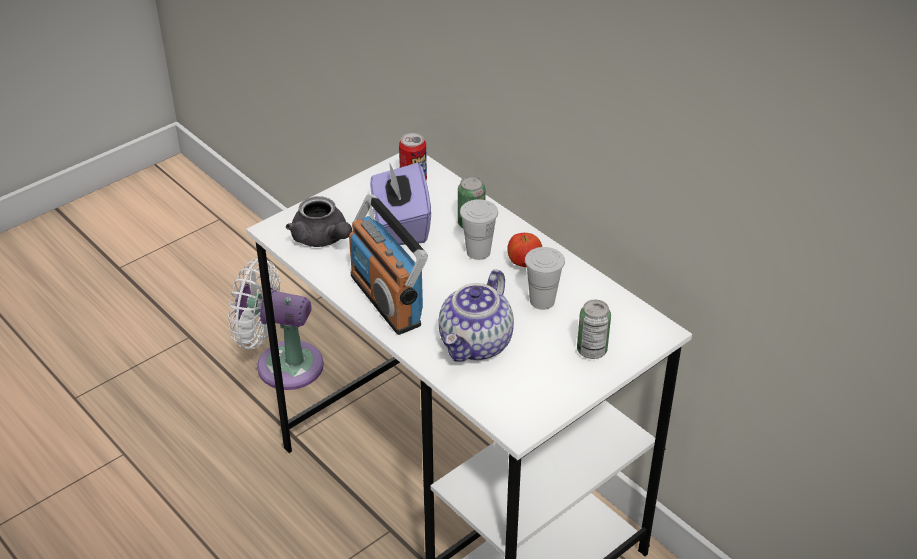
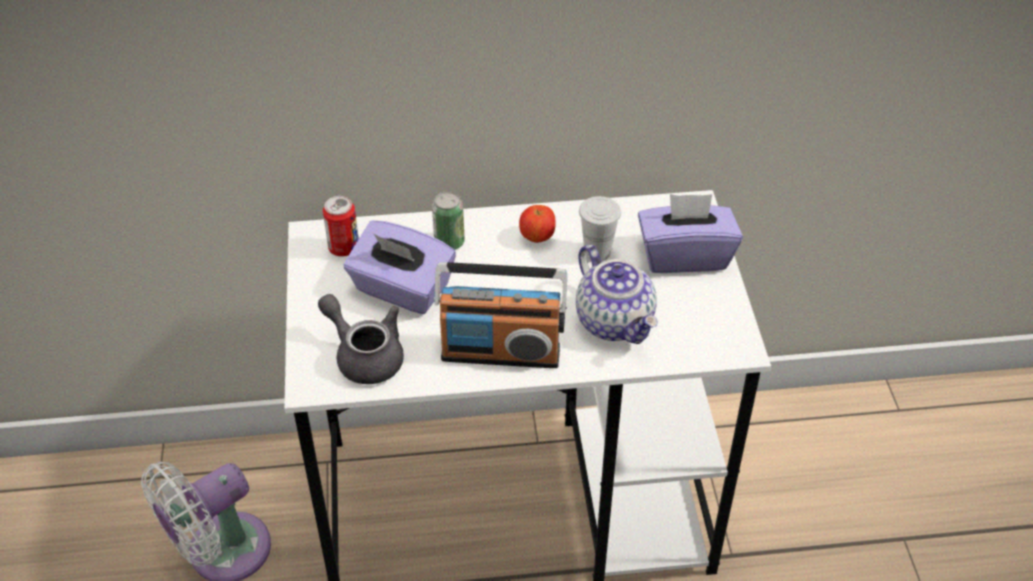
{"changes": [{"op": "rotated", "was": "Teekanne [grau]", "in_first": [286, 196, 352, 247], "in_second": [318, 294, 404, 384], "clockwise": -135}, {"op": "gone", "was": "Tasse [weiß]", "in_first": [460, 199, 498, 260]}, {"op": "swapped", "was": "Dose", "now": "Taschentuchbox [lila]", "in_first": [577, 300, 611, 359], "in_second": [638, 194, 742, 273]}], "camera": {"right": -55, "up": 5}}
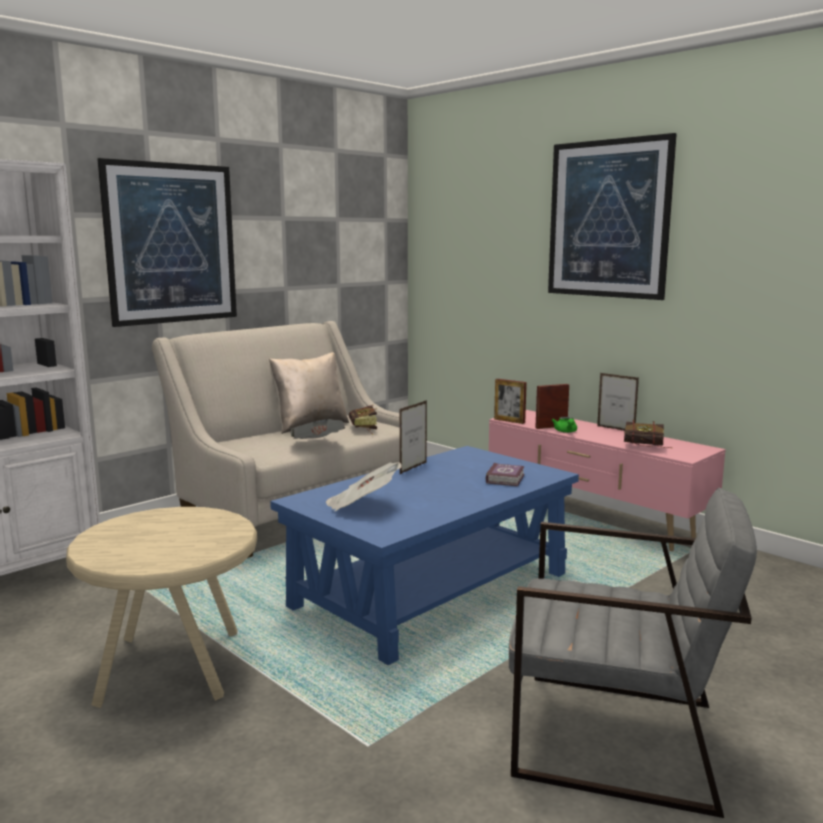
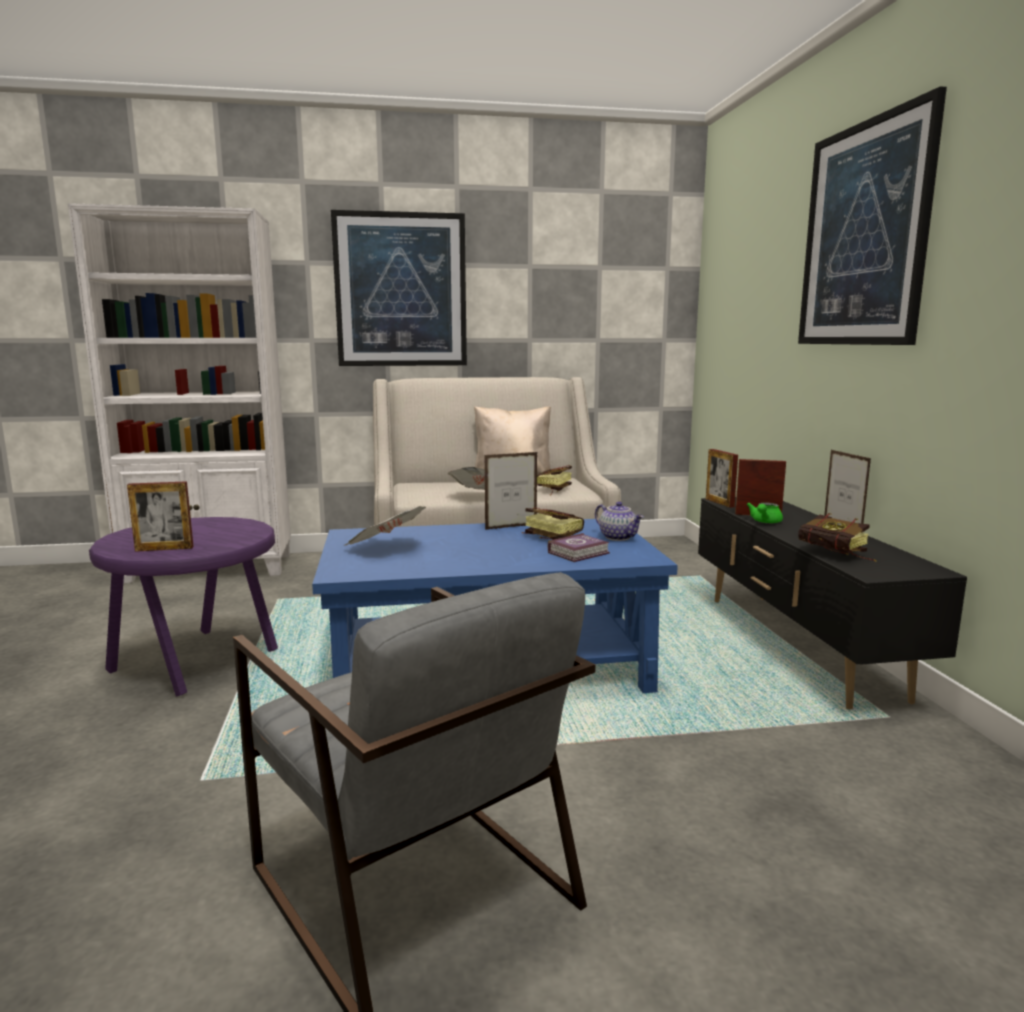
{"changes": [{"op": "repainted", "was": "Beistelltisch [beige]", "now": "Beistelltisch [lila]", "in_first": [66, 507, 257, 708], "in_second": [89, 517, 278, 697]}, {"op": "repainted", "was": "Fernsehschrank [rosa]", "now": "Fernsehschrank [schwarz]", "in_first": [489, 410, 726, 551], "in_second": [698, 497, 967, 710]}, {"op": "new", "now": "Bilderrahmen", "in_second": [127, 481, 194, 552]}, {"op": "new", "now": "Buch", "in_second": [522, 507, 584, 539]}, {"op": "new", "now": "Teekanne", "in_second": [595, 502, 644, 541]}], "camera": {"right": 35, "up": 0}}
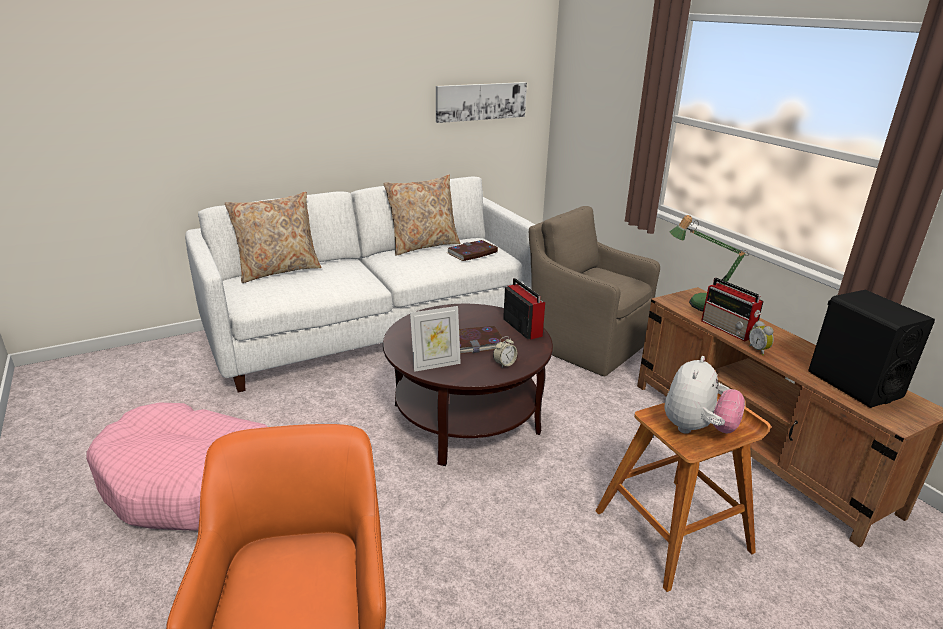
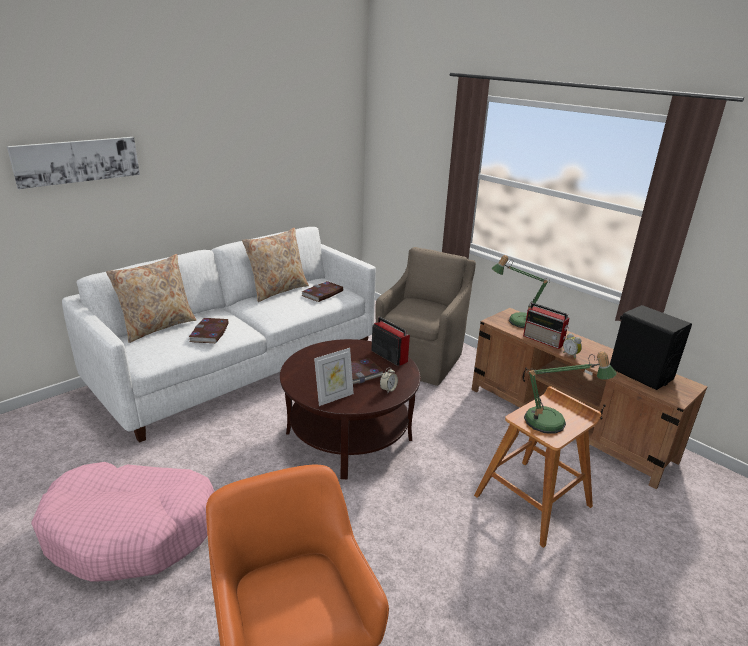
{"changes": [{"op": "shifted", "was": "Bild", "in_first": [436, 82, 527, 123], "in_second": [7, 137, 140, 189]}, {"op": "rotated", "was": "Sessel [braun]", "in_first": [529, 206, 660, 376], "in_second": [375, 247, 476, 386], "clockwise": 90}, {"op": "swapped", "was": "Plüschtier", "now": "Tischlampe", "in_first": [664, 356, 745, 434], "in_second": [524, 351, 617, 434]}, {"op": "new", "now": "Buch", "in_second": [188, 318, 229, 343]}], "camera": {"right": -15, "up": 0}}
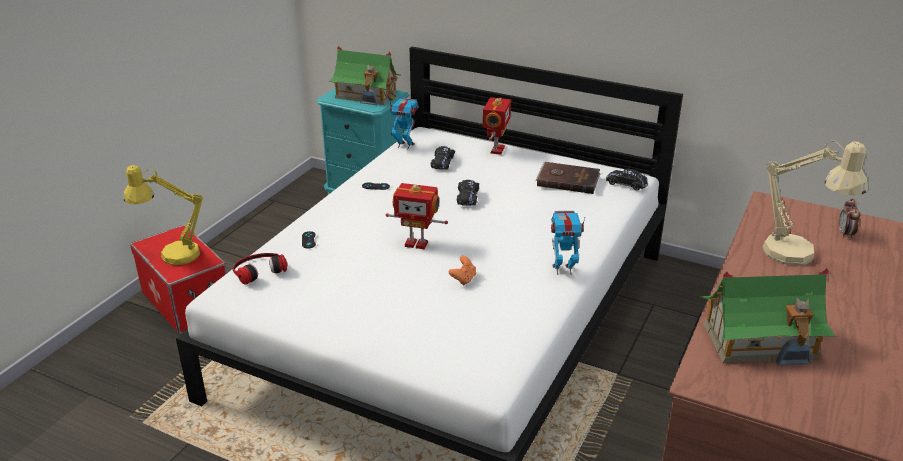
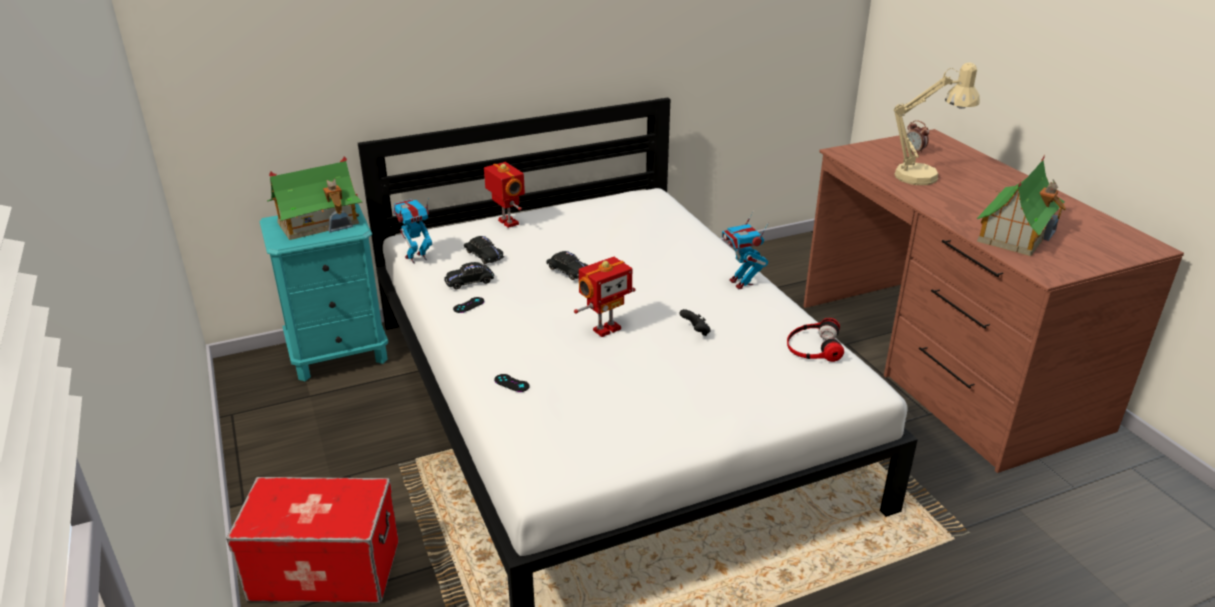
{"changes": [{"op": "gone", "was": "Tischlampe [gelb]", "in_first": [124, 165, 203, 265]}, {"op": "shifted", "was": "Kopfhörer", "in_first": [233, 253, 288, 285], "in_second": [787, 318, 844, 362]}, {"op": "repainted", "was": "Gamepad [orange]", "now": "Gamepad [schwarz]", "in_first": [448, 256, 476, 285], "in_second": [679, 309, 711, 336]}, {"op": "gone", "was": "Buch [braun]", "in_first": [536, 162, 601, 194]}, {"op": "rotated", "was": "Spielzeugroboter", "in_first": [551, 211, 585, 275], "in_second": [722, 211, 768, 289], "clockwise": -60}, {"op": "shifted", "was": "Spielzeugauto [schwarz]", "in_first": [606, 169, 648, 191], "in_second": [444, 262, 494, 289]}], "camera": {"right": -50, "up": 0}}
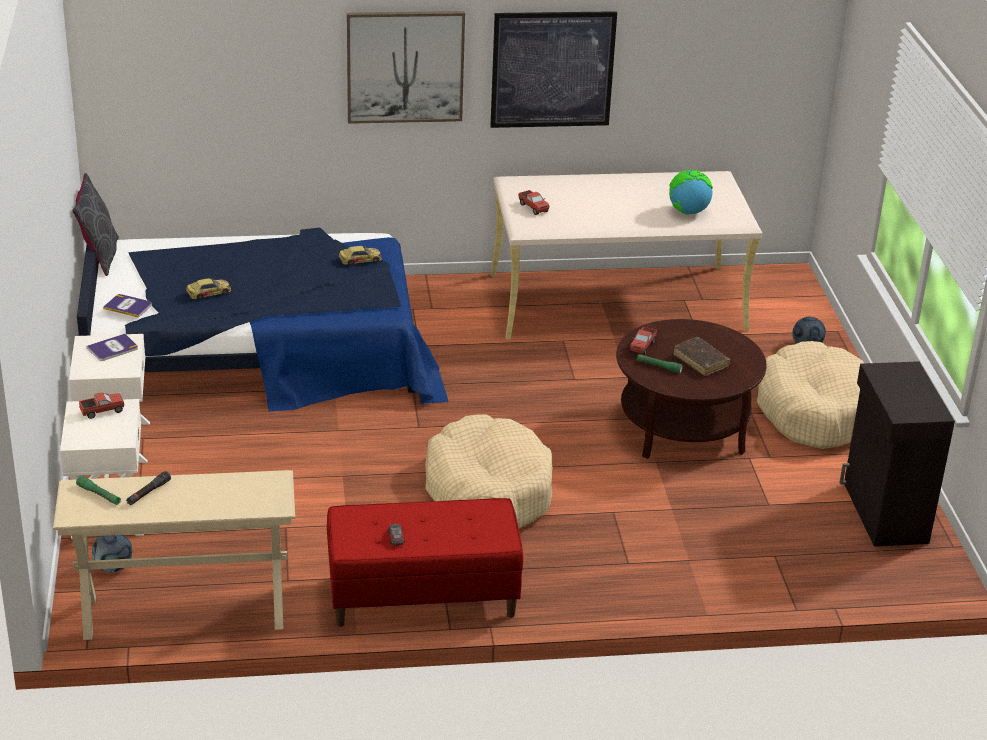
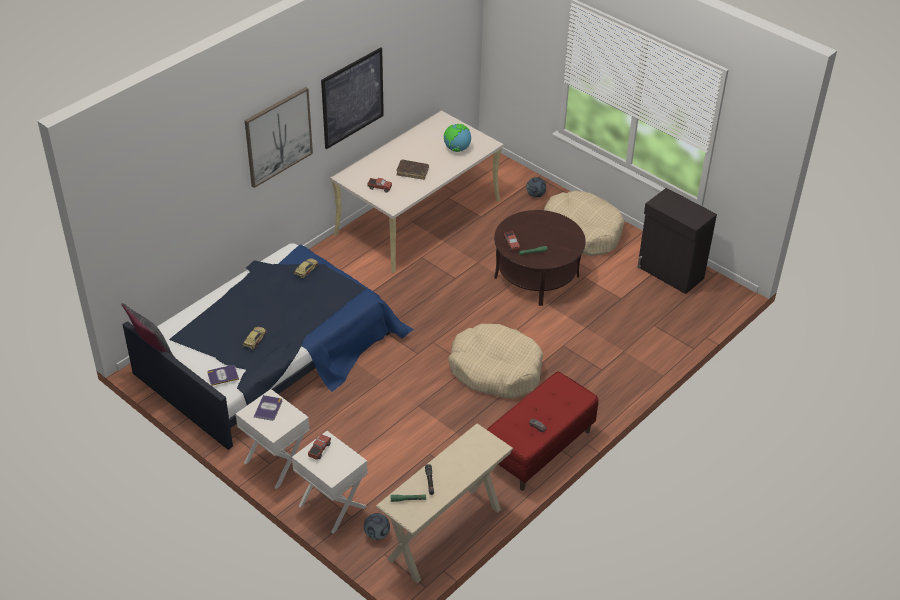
{"changes": [{"op": "shifted", "was": "Buch [braun]", "in_first": [673, 337, 730, 376], "in_second": [396, 160, 429, 180]}], "camera": {"right": -40, "up": 10}}
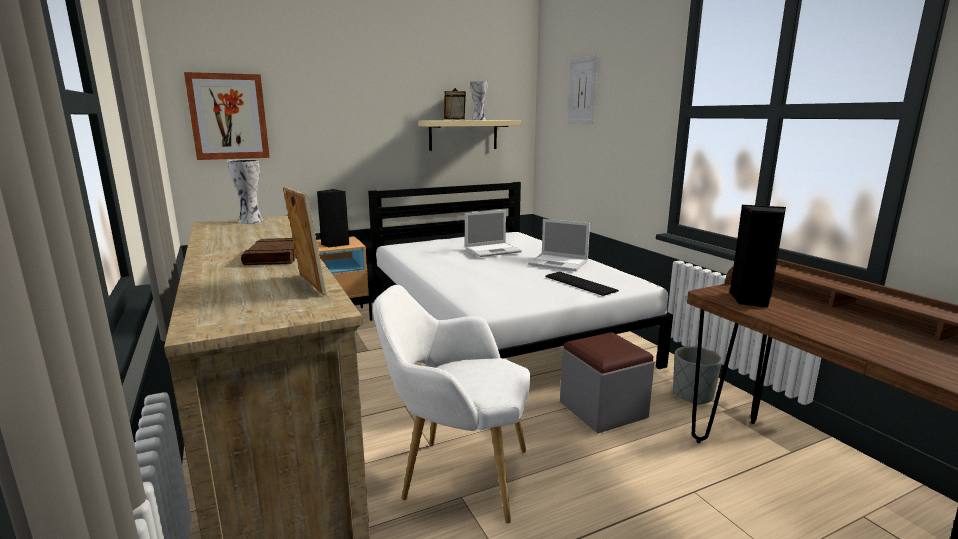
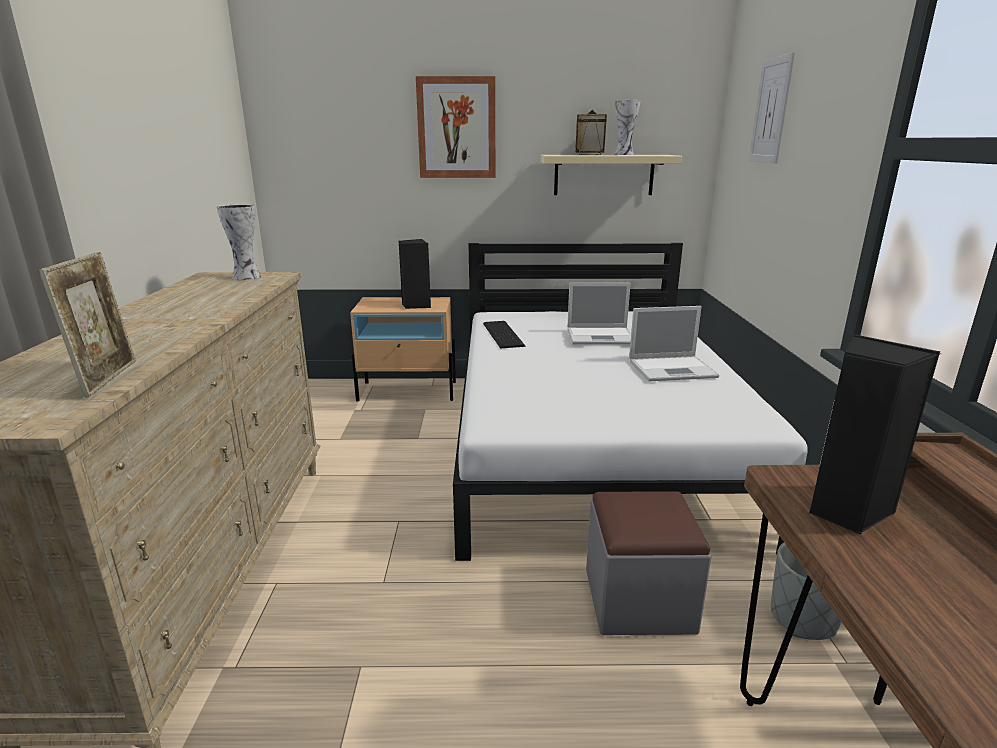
{"changes": [{"op": "shifted", "was": "Bild", "in_first": [184, 72, 270, 160], "in_second": [416, 76, 495, 178]}, {"op": "gone", "was": "Buch [braun]", "in_first": [241, 238, 296, 265]}, {"op": "gone", "was": "Sessel [weiß]", "in_first": [373, 285, 530, 523]}, {"op": "rotated", "was": "Laptop", "in_first": [528, 219, 590, 271], "in_second": [629, 306, 719, 381], "clockwise": -60}, {"op": "shifted", "was": "Tastatur", "in_first": [545, 272, 619, 296], "in_second": [483, 321, 525, 349]}], "camera": {"right": 25, "up": 5}}
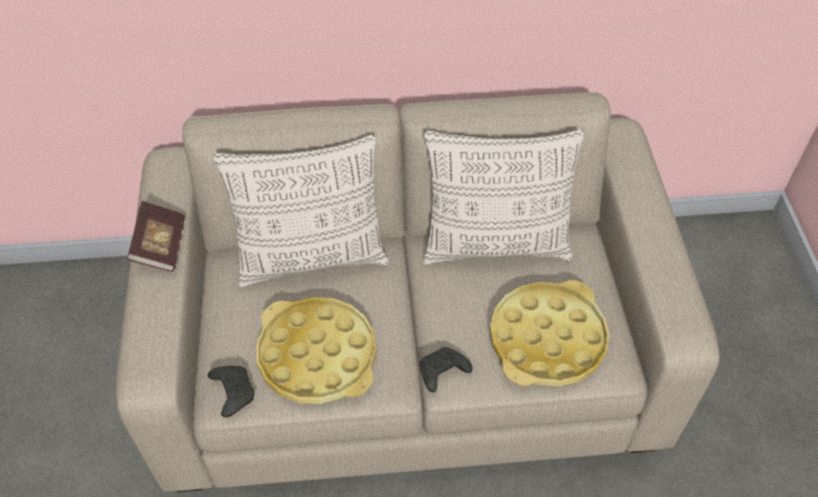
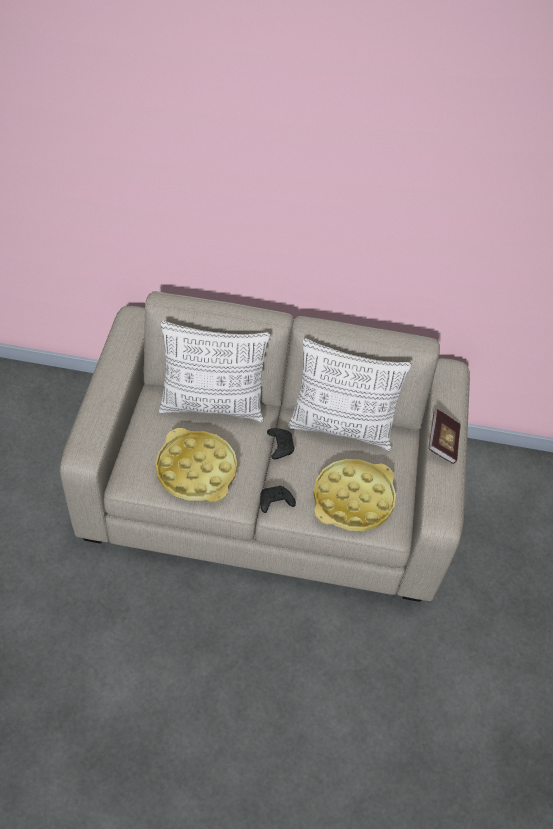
{"changes": [{"op": "shifted", "was": "Buch", "in_first": [127, 201, 185, 272], "in_second": [428, 409, 461, 464]}, {"op": "shifted", "was": "Gamepad [schwarz]", "in_first": [208, 366, 254, 417], "in_second": [267, 428, 294, 459]}], "camera": {"right": 10, "up": 0}}
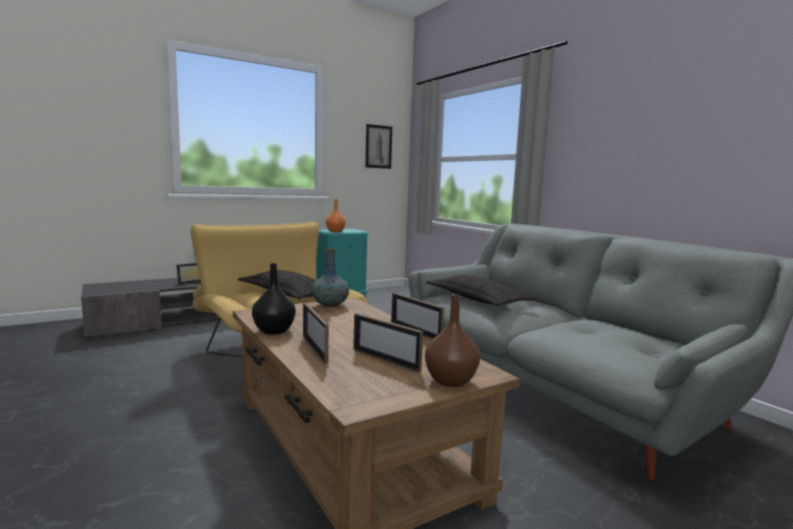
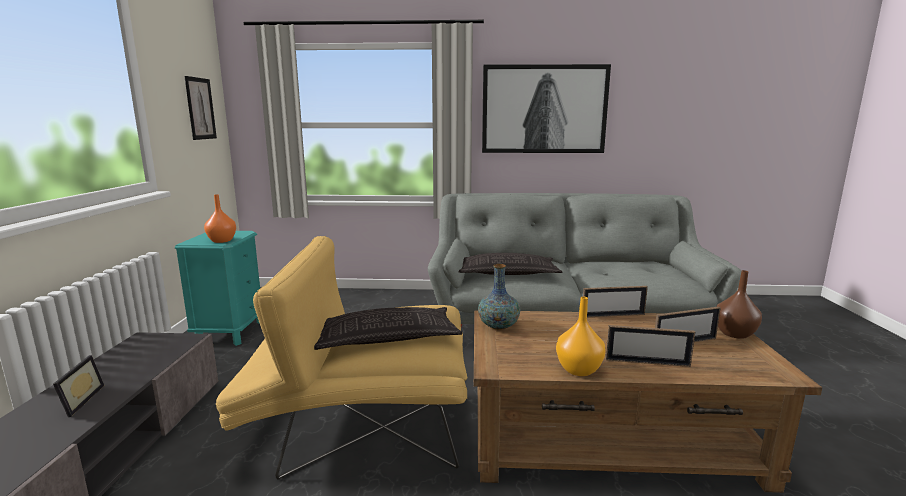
{"changes": [{"op": "repainted", "was": "Vase [schwarz]", "now": "Vase [orange]", "in_first": [252, 263, 296, 335], "in_second": [556, 297, 606, 376]}, {"op": "new", "now": "Bild", "in_second": [482, 64, 611, 153]}], "camera": {"right": -55, "up": 5}}
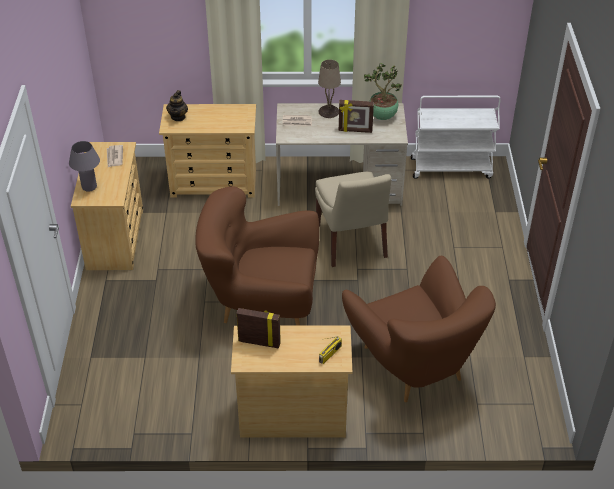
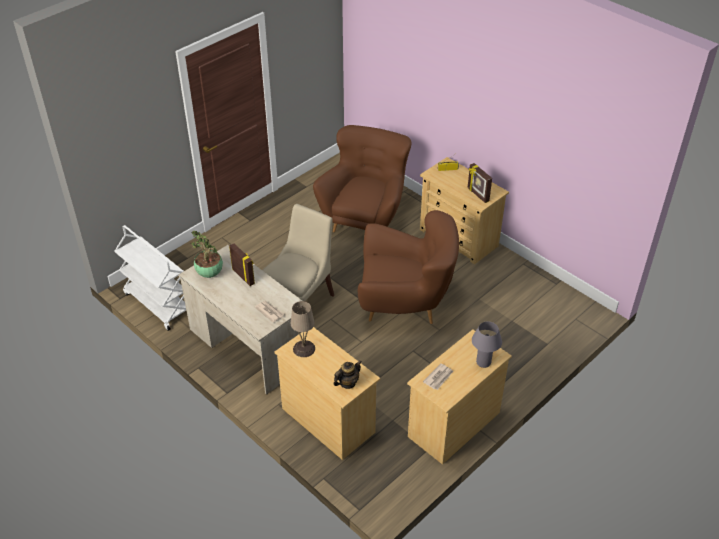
{"changes": [{"op": "rotated", "was": "Sessel [braun]", "in_first": [195, 186, 319, 326], "in_second": [358, 210, 459, 324], "clockwise": -45}, {"op": "shifted", "was": "Tischlampe [beige]", "in_first": [318, 60, 341, 118], "in_second": [291, 301, 315, 357]}], "camera": {"right": -135, "up": 0}}
